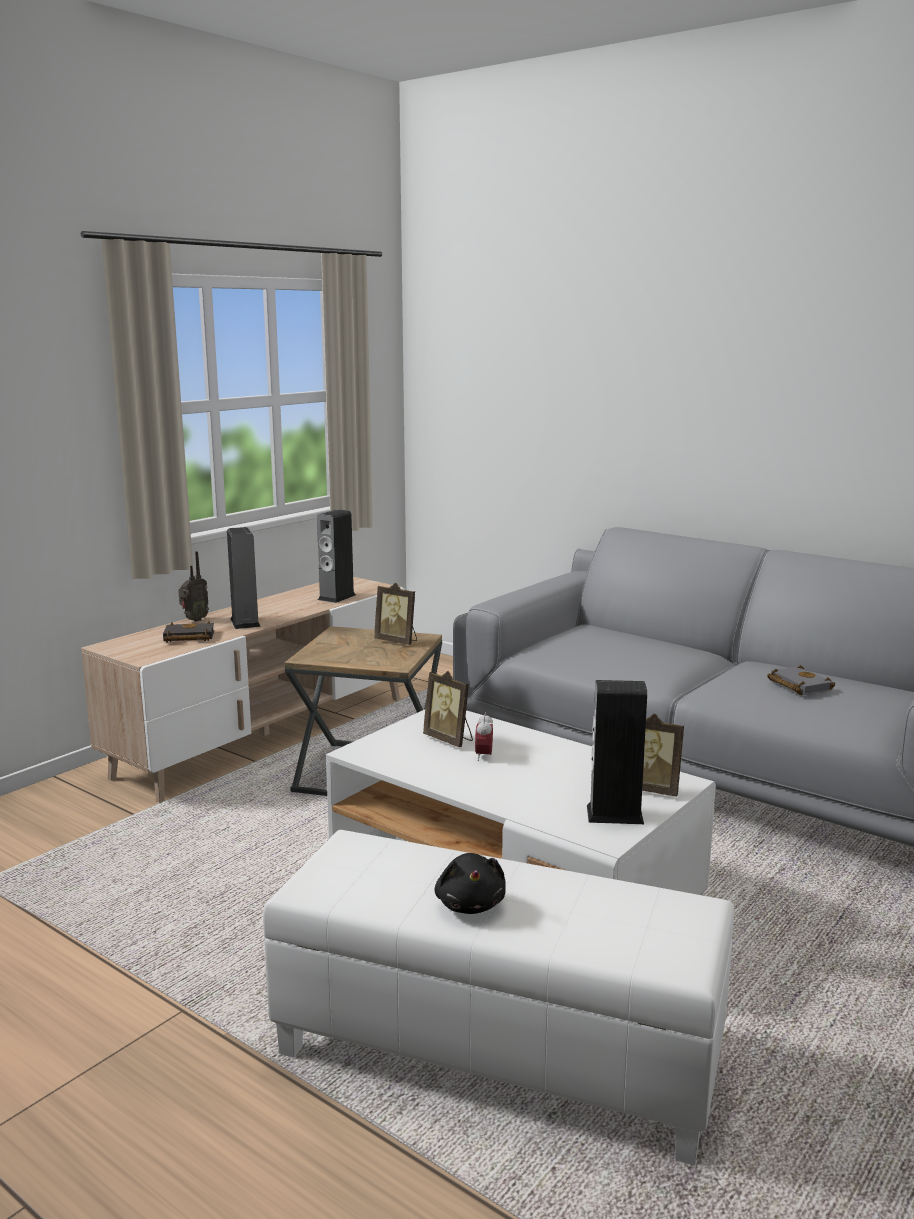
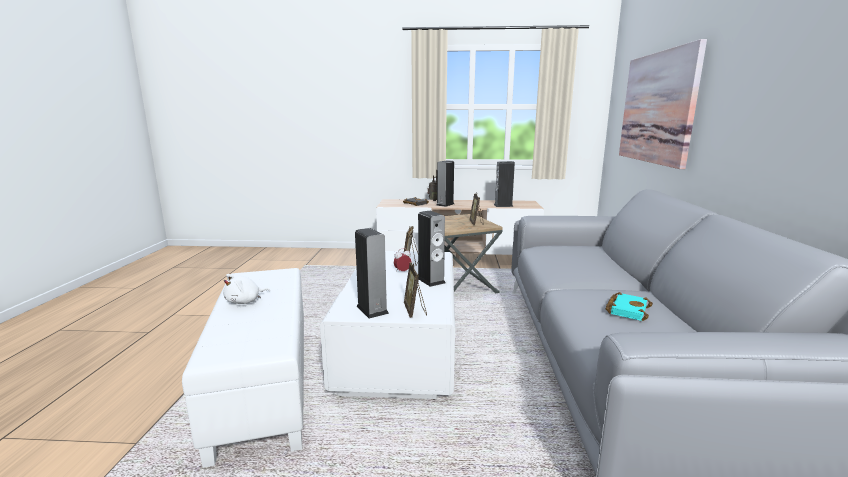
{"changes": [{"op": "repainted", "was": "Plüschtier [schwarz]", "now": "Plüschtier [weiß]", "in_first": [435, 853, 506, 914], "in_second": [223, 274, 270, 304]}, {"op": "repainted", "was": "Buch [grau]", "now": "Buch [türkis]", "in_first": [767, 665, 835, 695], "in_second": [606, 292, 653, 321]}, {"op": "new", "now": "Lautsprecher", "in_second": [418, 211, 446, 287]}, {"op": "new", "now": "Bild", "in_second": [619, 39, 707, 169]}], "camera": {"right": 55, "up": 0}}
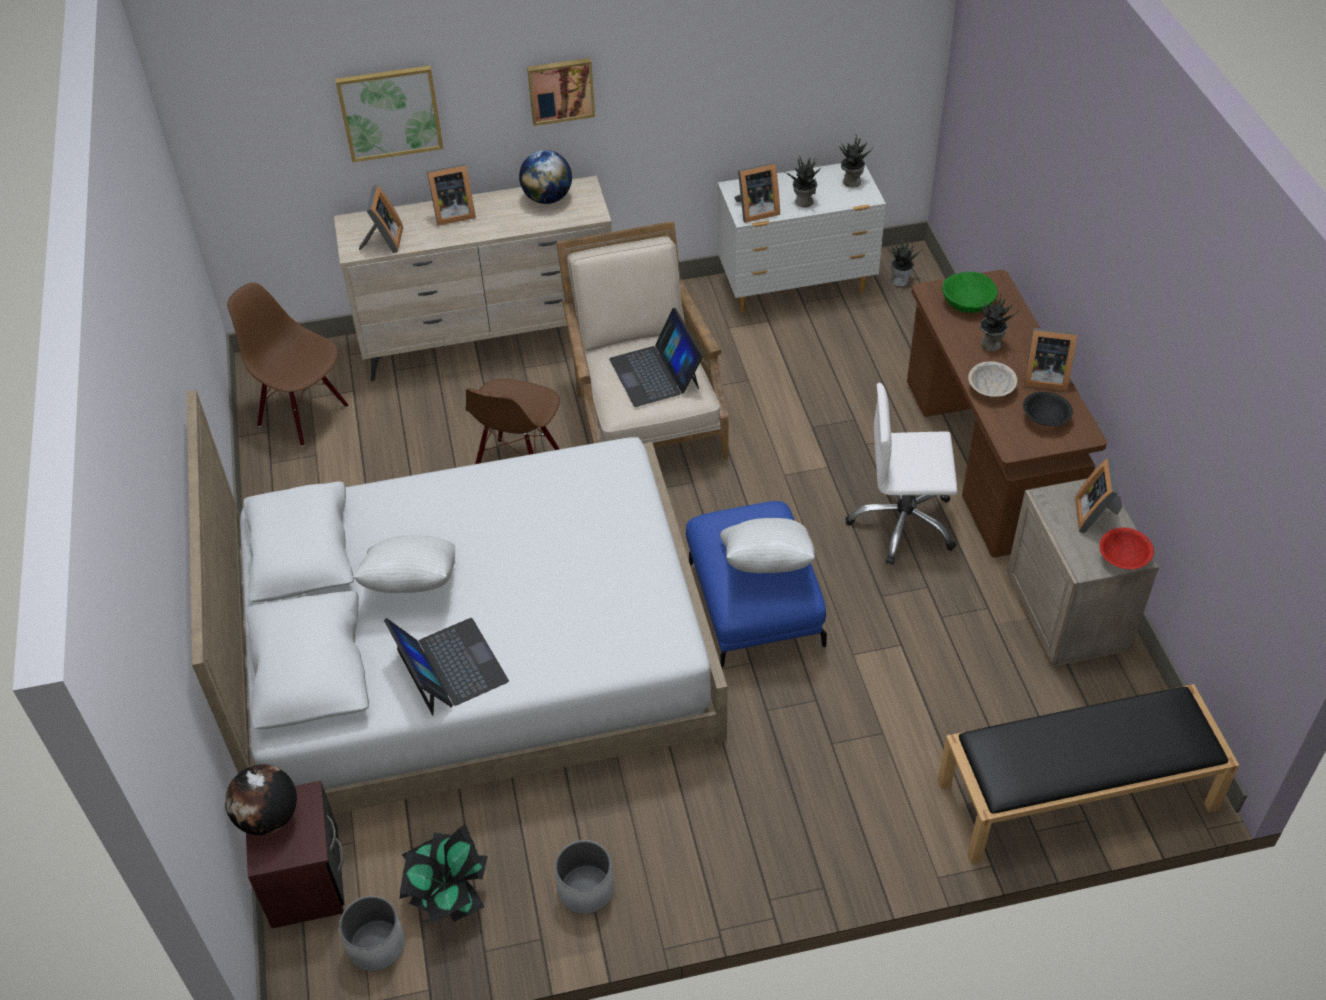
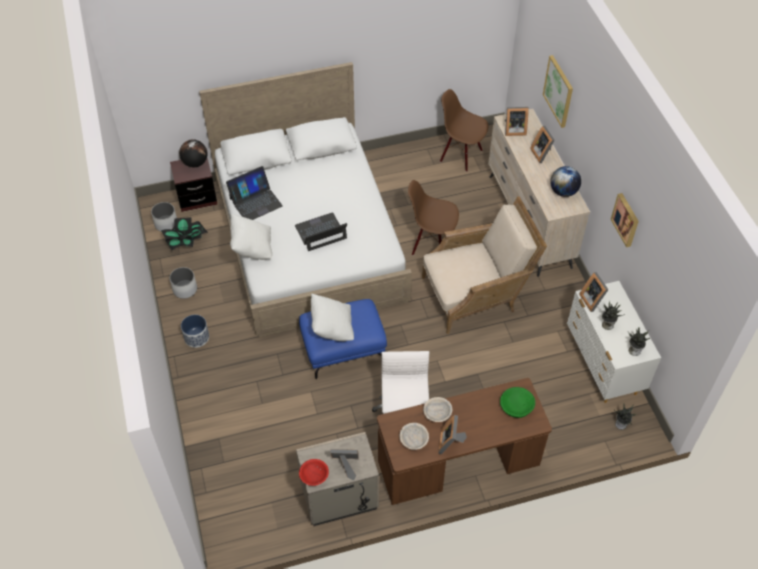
{"changes": [{"op": "rotated", "was": "Stuhl [braun]", "in_first": [227, 282, 349, 447], "in_second": [440, 89, 488, 172], "clockwise": -90}, {"op": "shifted", "was": "Kissen [weiß]", "in_first": [353, 535, 455, 593], "in_second": [230, 214, 272, 260]}, {"op": "shifted", "was": "Bild", "in_first": [527, 58, 595, 126], "in_second": [610, 193, 639, 247]}, {"op": "shifted", "was": "Laptop", "in_first": [609, 308, 703, 407], "in_second": [295, 212, 347, 251]}, {"op": "gone", "was": "Bank [schwarz]", "in_first": [937, 684, 1240, 864]}, {"op": "gone", "was": "Topfpflanze", "in_first": [980, 294, 1019, 351]}, {"op": "repainted", "was": "Schüssel [schwarz]", "now": "Schüssel [beige]", "in_first": [1023, 392, 1073, 426], "in_second": [400, 423, 429, 450]}, {"op": "new", "now": "Pflanzkübel", "in_second": [181, 315, 209, 348]}], "camera": {"right": 85, "up": 5}}
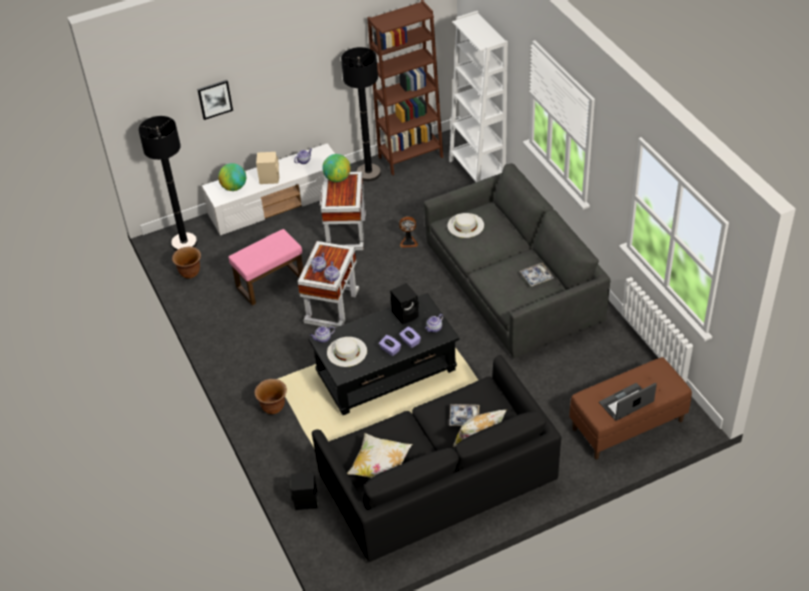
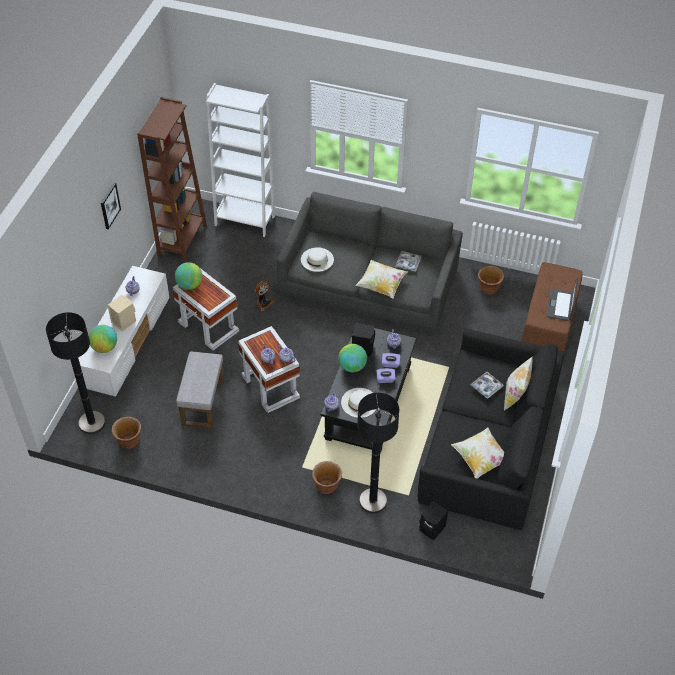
{"changes": [{"op": "shifted", "was": "Bild", "in_first": [197, 80, 233, 120], "in_second": [101, 183, 121, 229]}, {"op": "repainted", "was": "Polsterhocker [rosa]", "now": "Polsterhocker [grau]", "in_first": [228, 229, 303, 306], "in_second": [176, 351, 224, 429]}, {"op": "shifted", "was": "Stehlampe [schwarz]", "in_first": [341, 47, 381, 181], "in_second": [357, 392, 399, 514]}, {"op": "new", "now": "Globus", "in_second": [338, 344, 367, 372]}, {"op": "new", "now": "Kissen", "in_second": [355, 260, 408, 299]}, {"op": "new", "now": "Pflanzkübel [braun]", "in_second": [478, 266, 504, 295]}], "camera": {"right": -50, "up": 5}}
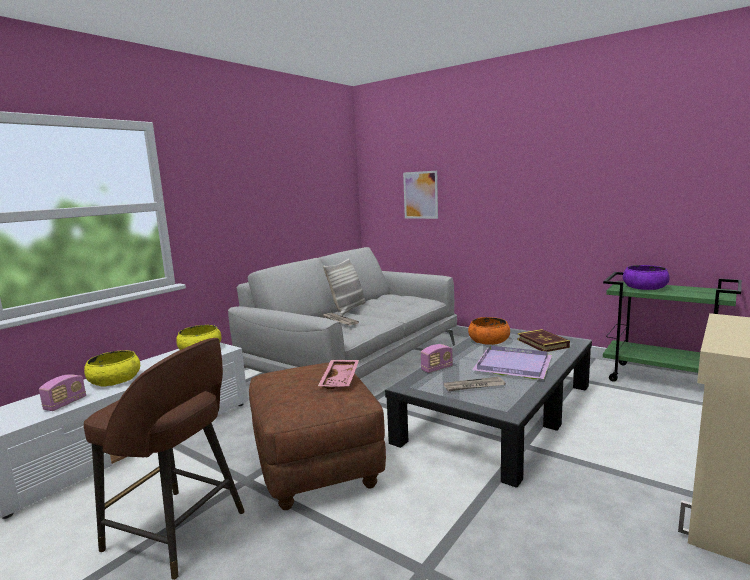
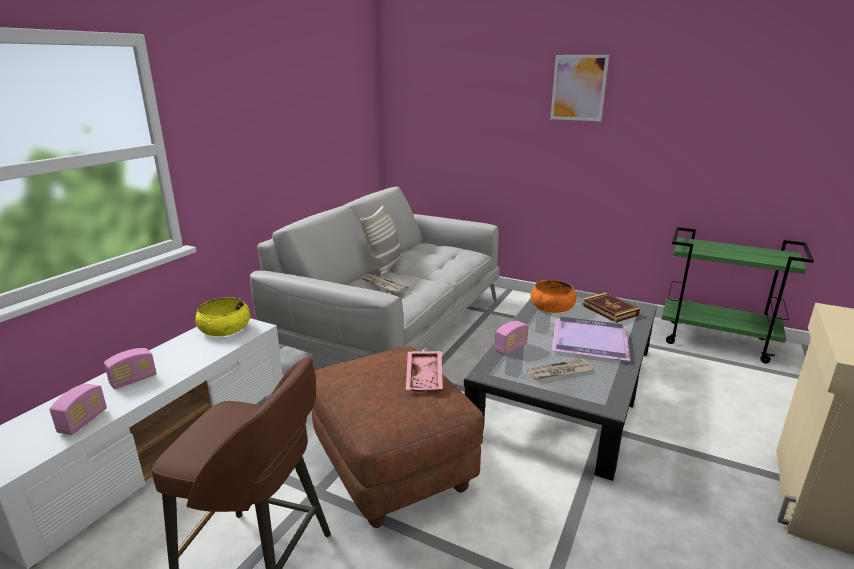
{"changes": [{"op": "swapped", "was": "Schüssel [gelb]", "now": "Radio", "in_first": [84, 350, 140, 386], "in_second": [104, 348, 157, 390]}, {"op": "shifted", "was": "Bild", "in_first": [403, 171, 438, 219], "in_second": [550, 55, 609, 121]}, {"op": "gone", "was": "Schüssel [lila]", "in_first": [623, 265, 670, 290]}], "camera": {"right": -10, "up": 10}}
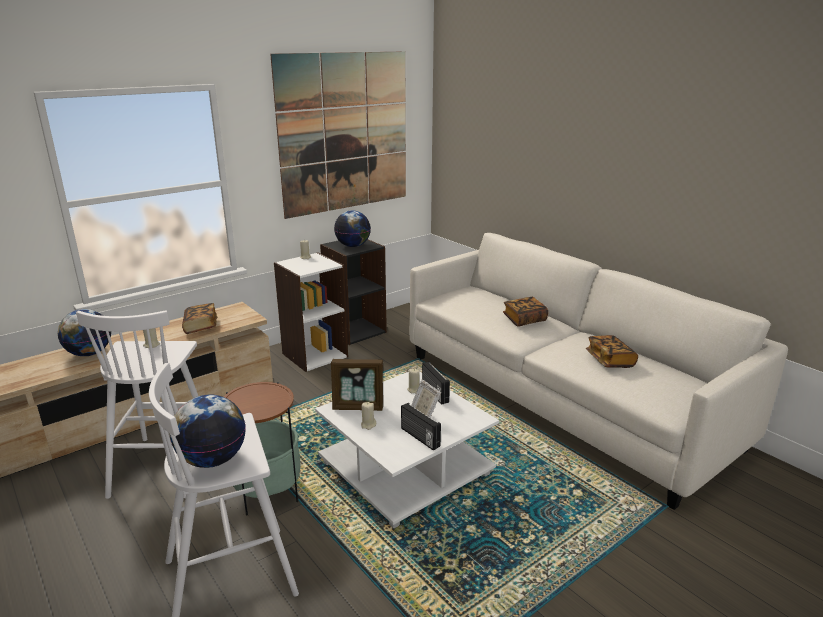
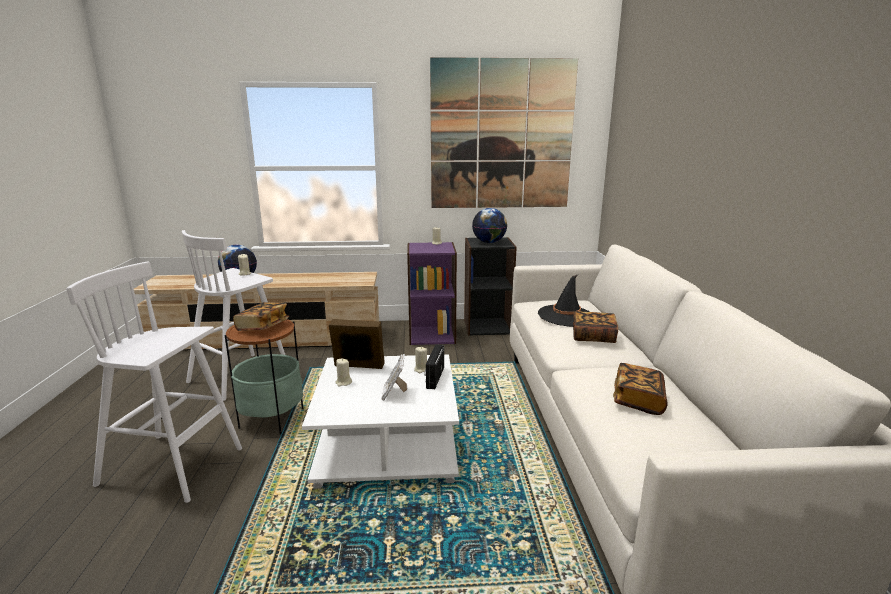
{"changes": [{"op": "gone", "was": "Globus", "in_first": [170, 395, 246, 468]}, {"op": "shifted", "was": "Buch", "in_first": [182, 303, 217, 334], "in_second": [233, 302, 289, 331]}, {"op": "repainted", "was": "Bücherregal [weiß]", "now": "Bücherregal [lila]", "in_first": [274, 252, 348, 372], "in_second": [407, 242, 457, 345]}, {"op": "rotated", "was": "Bilderrahmen", "in_first": [331, 359, 383, 411], "in_second": [329, 319, 385, 369], "clockwise": 150}, {"op": "gone", "was": "Radio", "in_first": [401, 403, 441, 451]}, {"op": "new", "now": "Hut [schwarz]", "in_second": [538, 274, 590, 327]}], "camera": {"right": 35, "up": -5}}
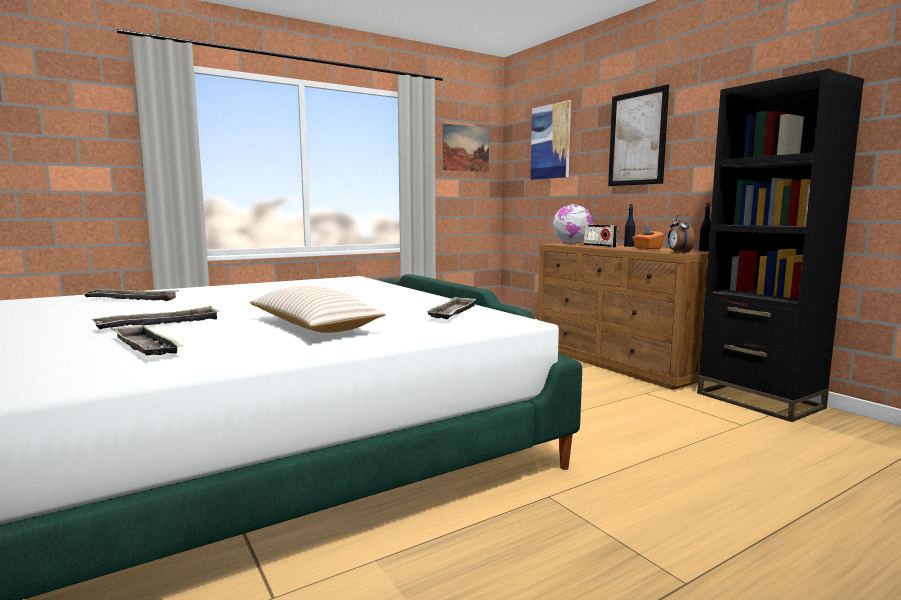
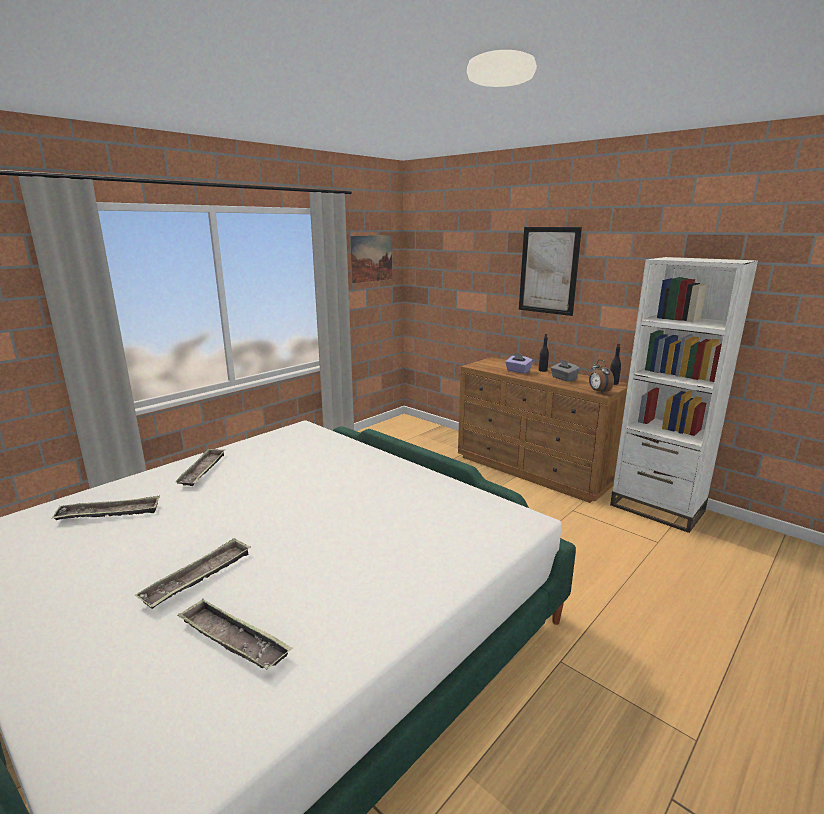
{"changes": [{"op": "gone", "was": "Kissen [beige]", "in_first": [250, 286, 386, 333]}, {"op": "shifted", "was": "Tablett", "in_first": [427, 296, 477, 319], "in_second": [175, 449, 225, 486]}, {"op": "gone", "was": "Bild", "in_first": [530, 100, 571, 180]}, {"op": "gone", "was": "Globus", "in_first": [553, 204, 593, 244]}, {"op": "swapped", "was": "Radio", "now": "Taschentuchbox [lila]", "in_first": [584, 225, 617, 247], "in_second": [505, 353, 533, 374]}, {"op": "repainted", "was": "Taschentuchbox [orange]", "now": "Taschentuchbox [grau]", "in_first": [632, 226, 665, 249], "in_second": [551, 359, 580, 382]}, {"op": "repainted", "was": "Bücherregal [schwarz]", "now": "Bücherregal [weiß]", "in_first": [697, 69, 864, 422], "in_second": [610, 257, 758, 533]}], "camera": {"right": -15, "up": 10}}
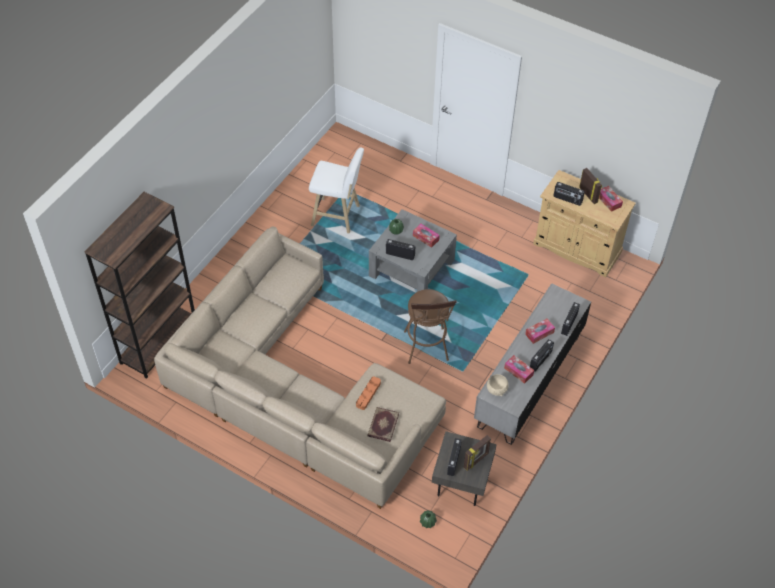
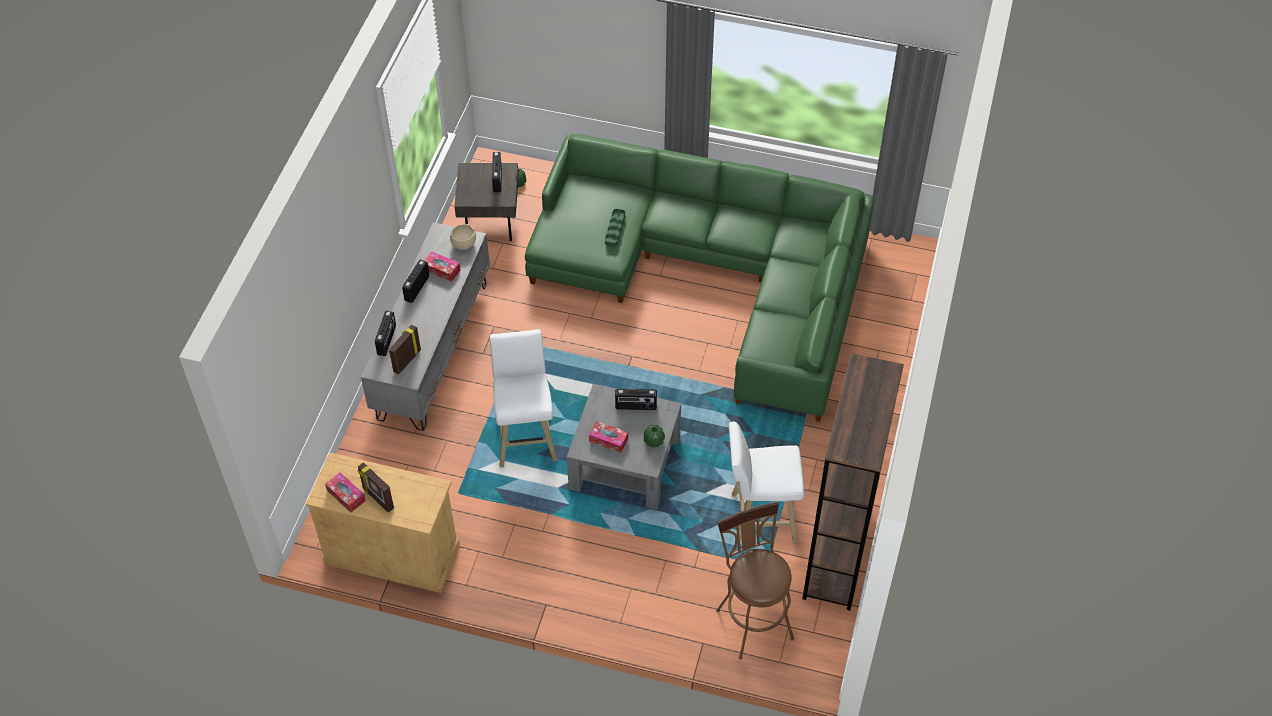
{"changes": [{"op": "shifted", "was": "Bücherregal [braun]", "in_first": [84, 192, 195, 379], "in_second": [802, 353, 904, 611]}, {"op": "repainted", "was": "Sofa [beige]", "now": "Sofa [grün]", "in_first": [154, 226, 446, 509], "in_second": [525, 134, 874, 422]}, {"op": "repainted", "was": "Tablett [orange]", "now": "Tablett [grün]", "in_first": [356, 376, 381, 410], "in_second": [605, 209, 625, 247]}, {"op": "gone", "was": "Buch", "in_first": [367, 407, 399, 442]}, {"op": "shifted", "was": "Hocker [braun]", "in_first": [404, 289, 457, 364], "in_second": [716, 501, 794, 659]}, {"op": "shifted", "was": "Bilderrahmen", "in_first": [464, 435, 491, 471], "in_second": [389, 325, 421, 375]}, {"op": "gone", "was": "Taschentuchbox", "in_first": [525, 319, 555, 344]}, {"op": "gone", "was": "Radio", "in_first": [553, 182, 585, 206]}, {"op": "new", "now": "Hocker [weiß]", "in_second": [490, 329, 557, 468]}], "camera": {"right": 165, "up": 0}}
